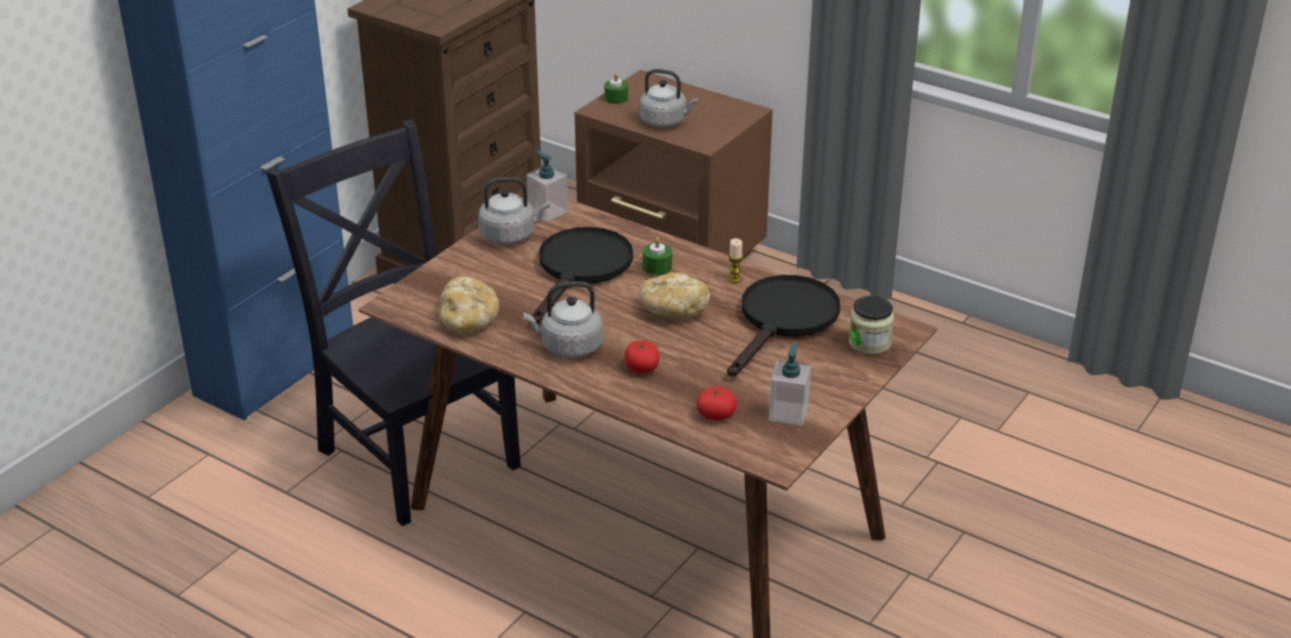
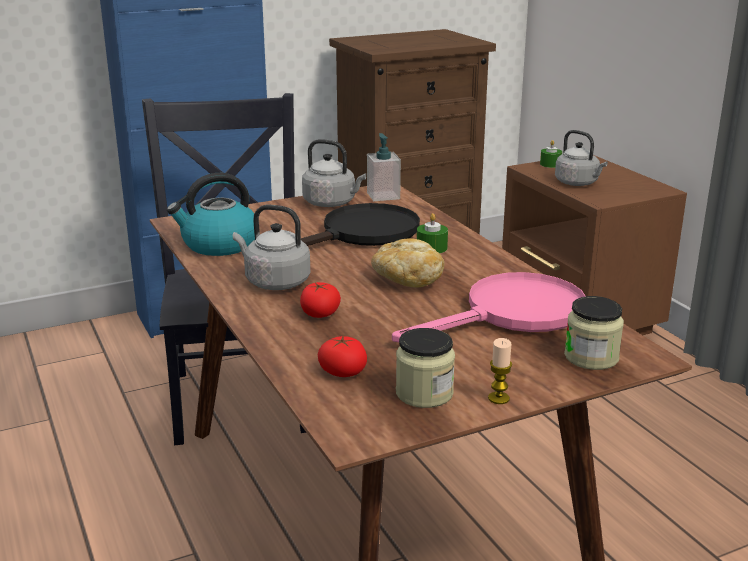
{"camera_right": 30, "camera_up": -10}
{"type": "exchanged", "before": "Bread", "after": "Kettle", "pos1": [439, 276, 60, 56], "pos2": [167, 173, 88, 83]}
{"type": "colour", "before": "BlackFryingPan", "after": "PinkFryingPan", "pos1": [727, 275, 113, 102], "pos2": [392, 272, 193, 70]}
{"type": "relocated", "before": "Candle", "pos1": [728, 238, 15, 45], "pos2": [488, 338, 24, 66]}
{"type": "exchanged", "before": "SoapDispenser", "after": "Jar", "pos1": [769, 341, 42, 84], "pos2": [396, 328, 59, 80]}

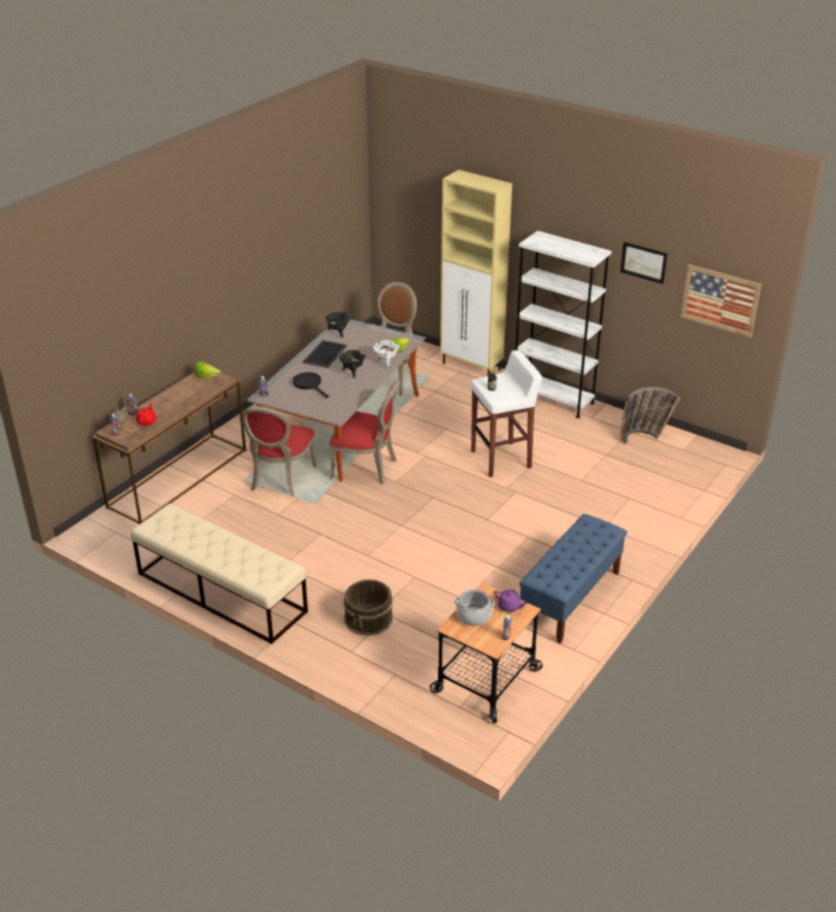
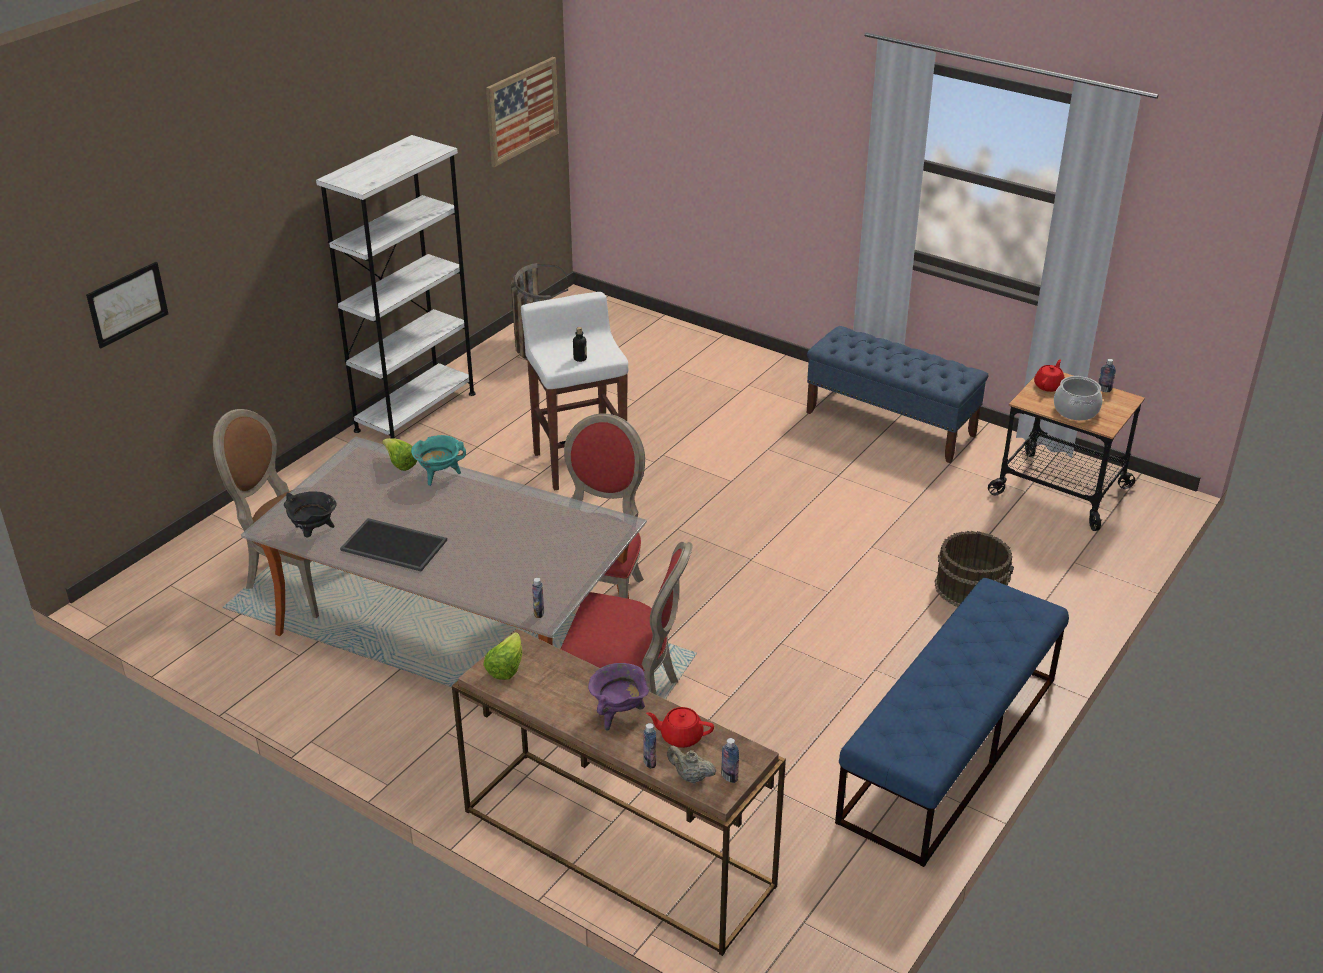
{"camera_right": -90, "camera_up": 0}
{"type": "colour", "before": "BeigeBench", "after": "BlueBench", "pos1": [131, 504, 177, 140], "pos2": [835, 578, 234, 289]}
{"type": "missing", "before": "BlackFryingPan", "pos1": [293, 372, 36, 26]}
{"type": "missing", "before": "BlackCookingPot", "pos1": [339, 350, 27, 28]}
{"type": "colour", "before": "WhiteCookingPot", "after": "TurquoiseCookingPot", "pos1": [373, 340, 27, 28], "pos2": [411, 435, 55, 51]}
{"type": "missing", "before": "BeigeCabinet", "pos1": [440, 170, 72, 206]}
{"type": "colour", "before": "PurpleTeapot", "after": "RedTeapot", "pos1": [494, 590, 34, 22], "pos2": [1034, 359, 31, 33]}
{"type": "relocated", "before": "Picture", "pos1": [620, 242, 47, 42], "pos2": [86, 262, 82, 86]}
{"type": "appeared", "after": "PurpleCookingPot", "pos2": [588, 663, 61, 68]}

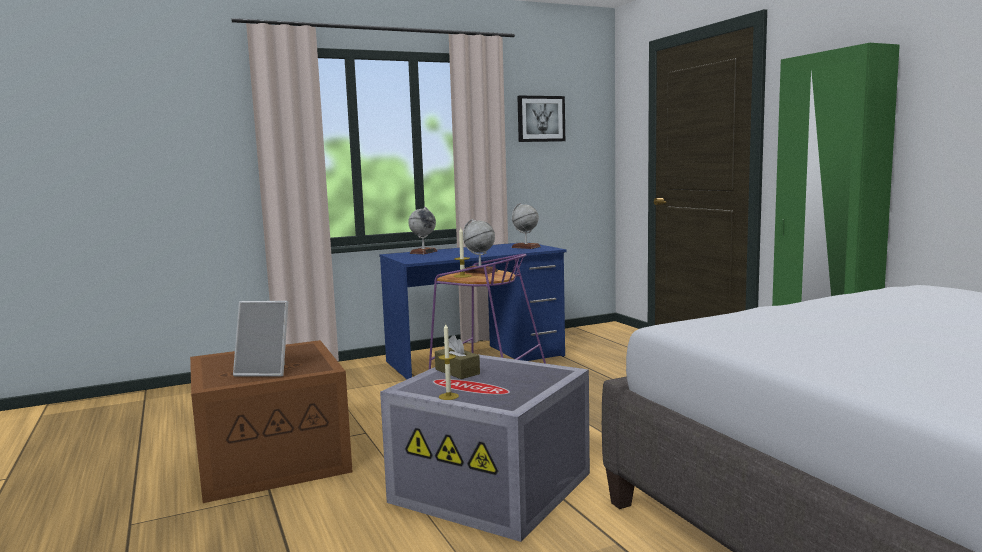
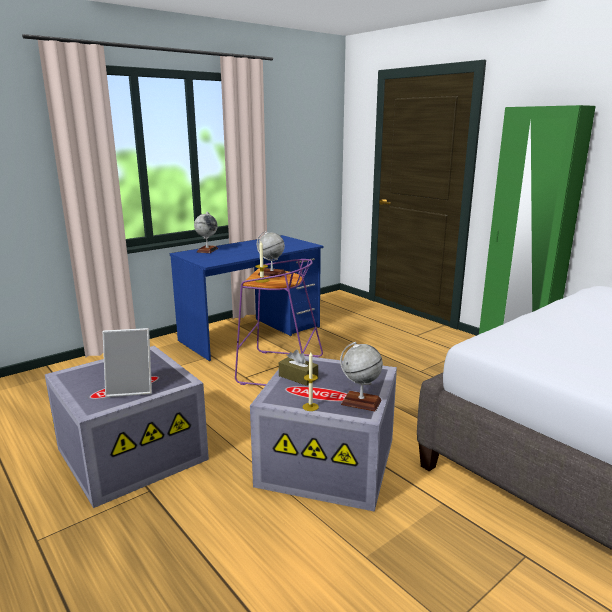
{"camera_right": -15, "camera_up": 10}
{"type": "colour", "before": "BrownStorageBox", "after": "GreyStorageBox", "pos1": [190, 340, 162, 163], "pos2": [45, 346, 164, 162]}
{"type": "relocated", "before": "Globe", "pos1": [511, 203, 30, 46], "pos2": [340, 342, 43, 69]}
{"type": "missing", "before": "Picture", "pos1": [517, 96, 48, 46]}

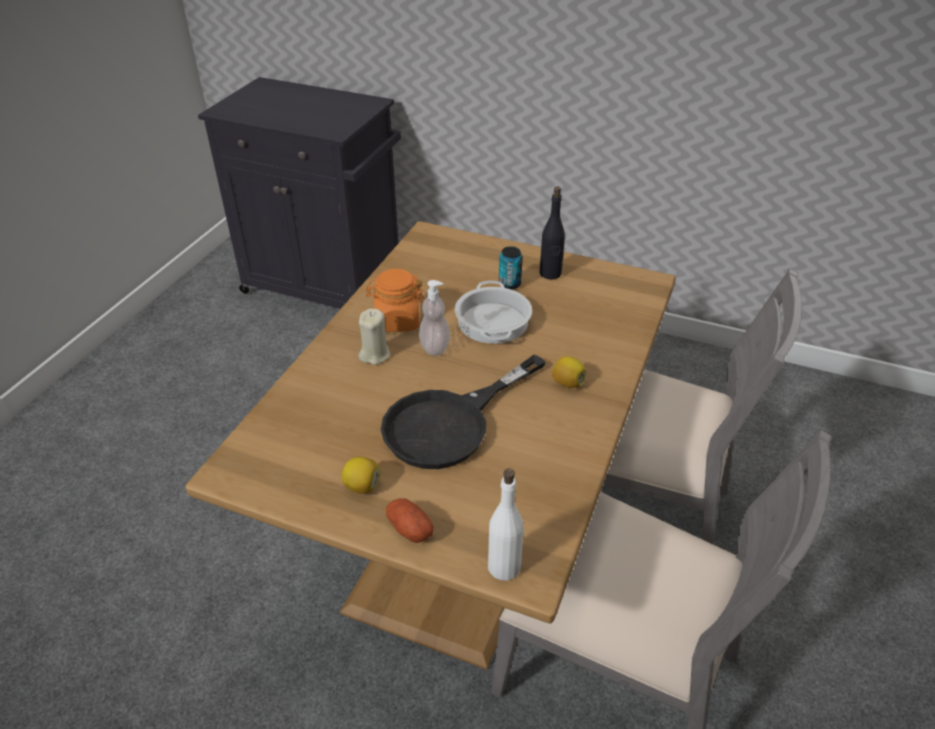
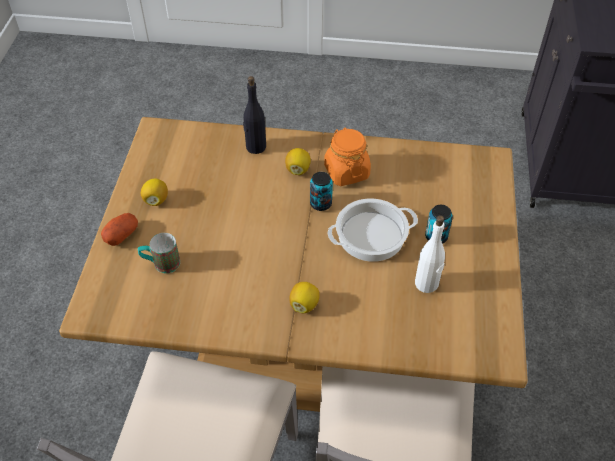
{"camera_right": 75, "camera_up": 10}
{"type": "exchanged", "before": "BeigeCandle", "after": "Lemon", "pos1": [358, 308, 33, 57], "pos2": [285, 148, 26, 27]}
{"type": "missing", "before": "BlackFryingPan", "pos1": [381, 354, 165, 115]}
{"type": "exchanged", "before": "SoapDispenser", "after": "Can", "pos1": [419, 280, 31, 76], "pos2": [310, 172, 23, 39]}
{"type": "relocated", "before": "WhiteBottle", "pos1": [488, 469, 36, 111], "pos2": [415, 215, 30, 78]}
{"type": "relocated", "before": "BlackBottle", "pos1": [540, 187, 25, 92], "pos2": [243, 76, 23, 78]}
{"type": "appeared", "after": "Mug", "pos2": [138, 233, 42, 40]}

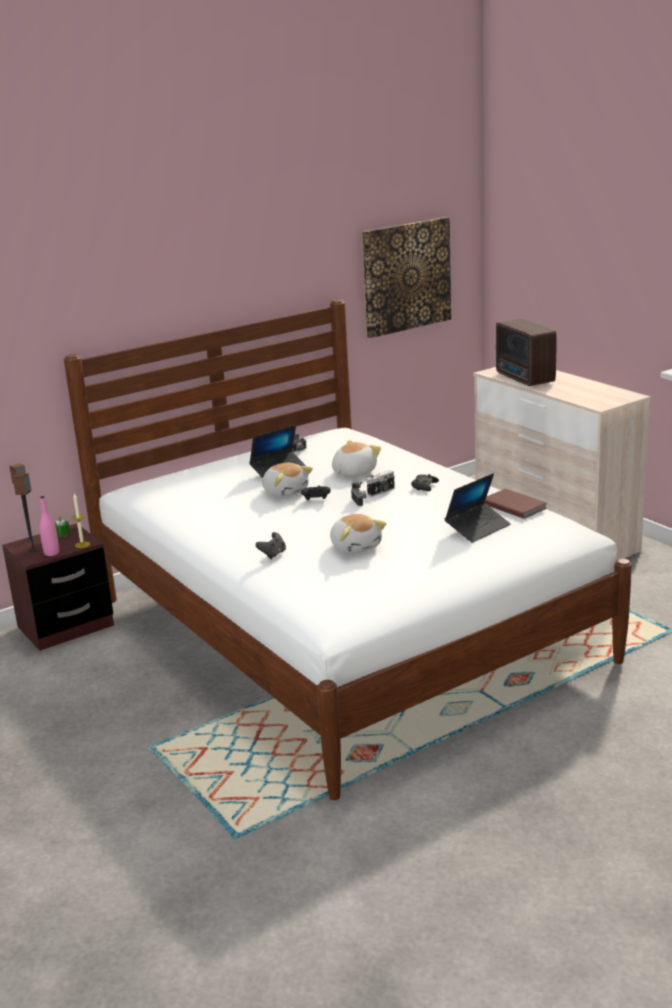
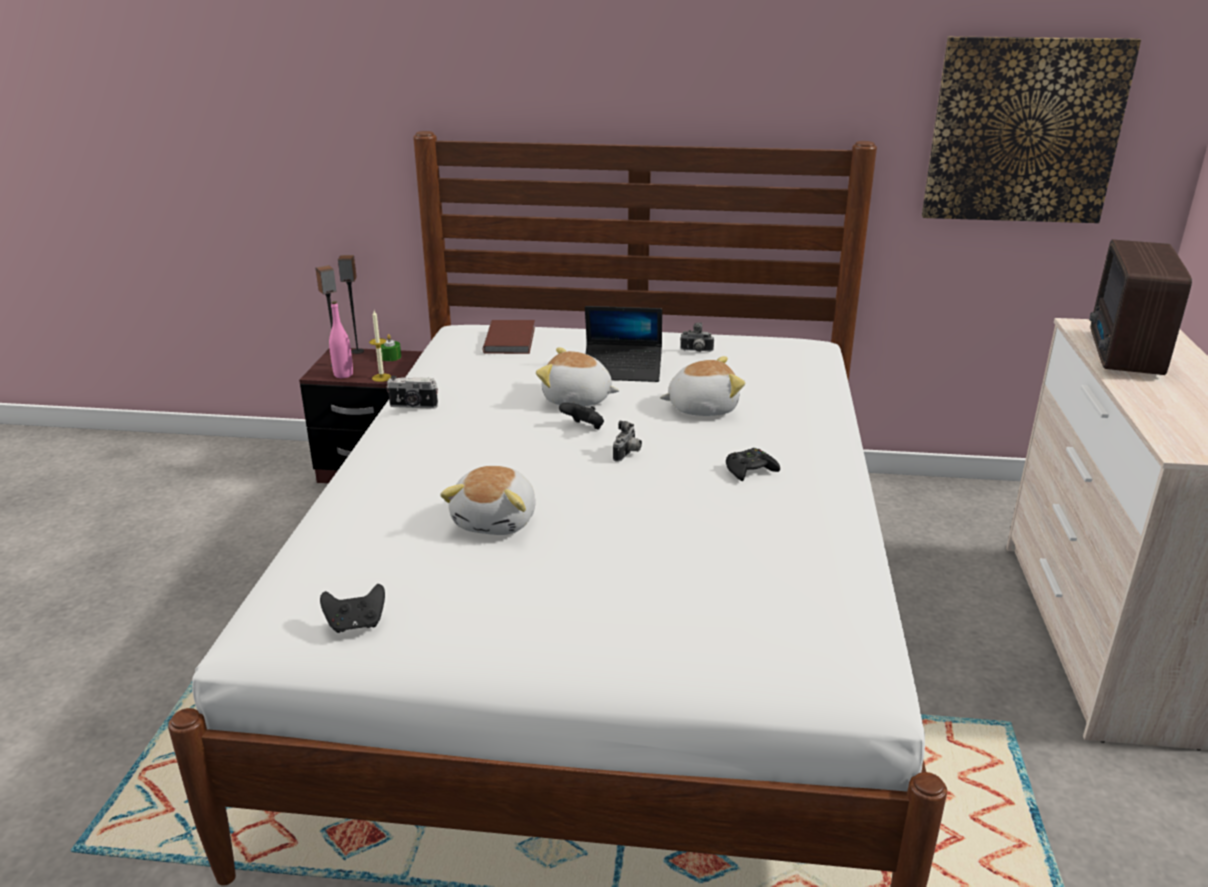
{"camera_right": 40, "camera_up": 5}
{"type": "relocated", "before": "BlackGameController", "pos1": [255, 532, 31, 27], "pos2": [320, 584, 65, 49]}
{"type": "spun", "before": "PlushToy", "pos1": [262, 463, 51, 34], "pos2": [536, 347, 84, 59], "turn": 105}
{"type": "relocated", "before": "PhotoCamera", "pos1": [367, 470, 28, 27], "pos2": [386, 376, 52, 33]}
{"type": "missing", "before": "Laptop", "pos1": [445, 473, 66, 70]}
{"type": "relocated", "before": "BrownBook", "pos1": [485, 489, 62, 30], "pos2": [483, 320, 52, 34]}

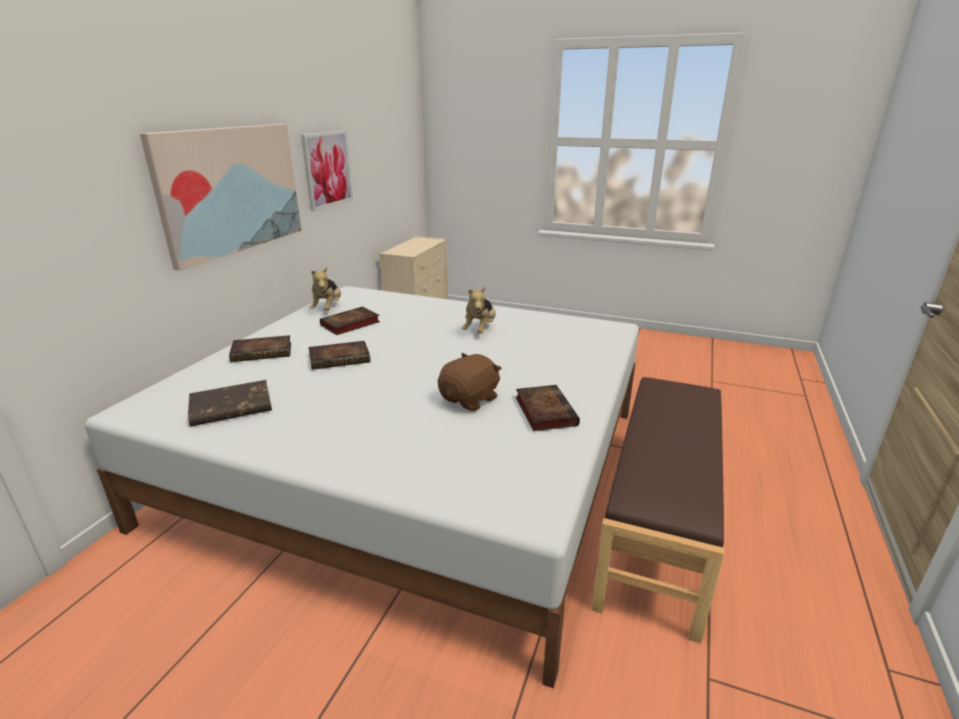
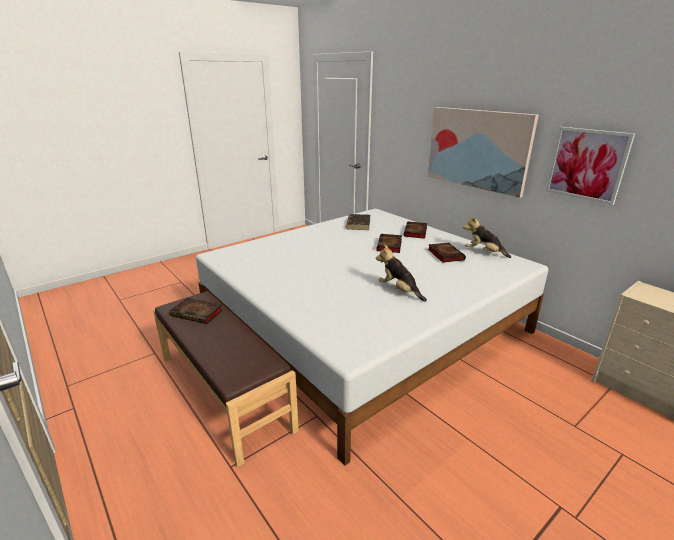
{"camera_right": 120, "camera_up": 0}
{"type": "missing", "before": "BrownPlushToy", "pos1": [438, 353, 64, 58]}
{"type": "relocated", "before": "Book", "pos1": [516, 385, 64, 46], "pos2": [169, 298, 54, 26]}

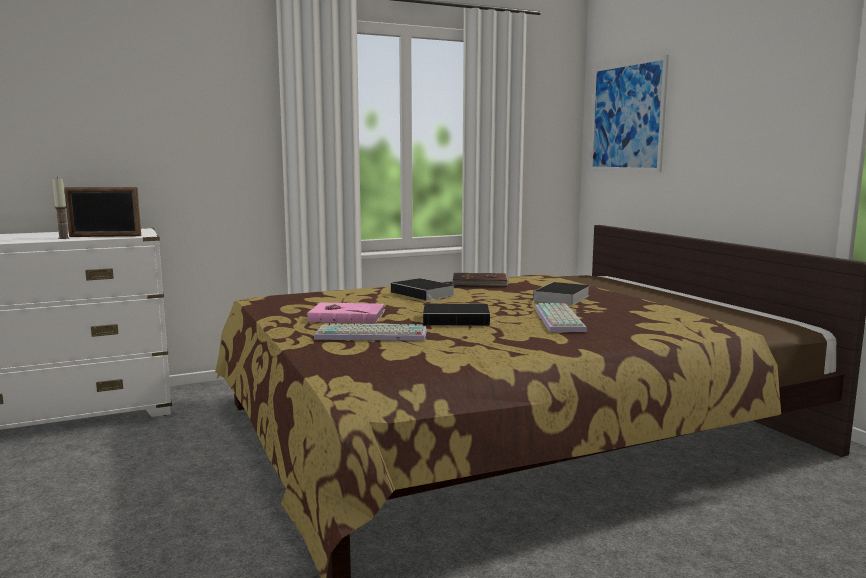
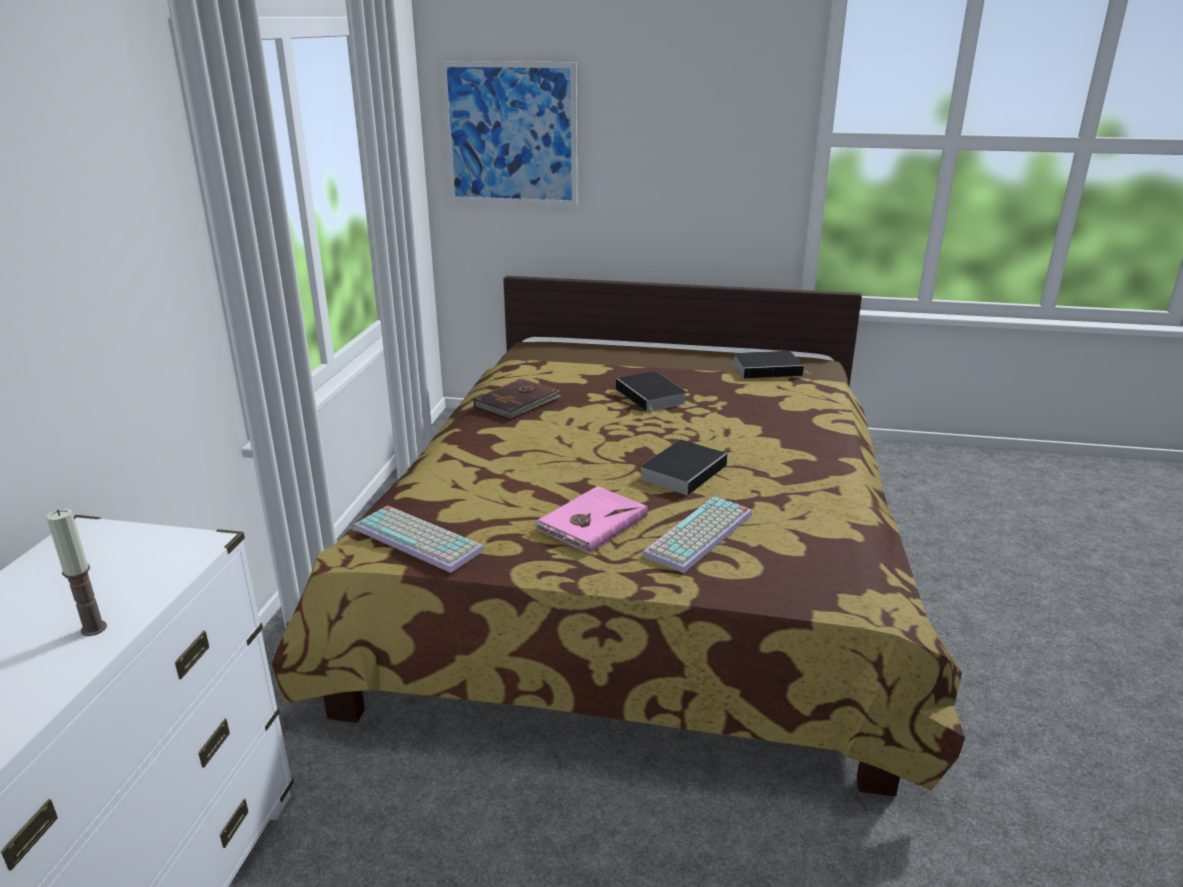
{"camera_right": -55, "camera_up": 15}
{"type": "missing", "before": "PictureFrame", "pos1": [64, 187, 77, 50]}
{"type": "relocated", "before": "Book", "pos1": [391, 278, 64, 24], "pos2": [733, 351, 80, 28]}
{"type": "relocated", "before": "Keyboard", "pos1": [535, 303, 52, 29], "pos2": [354, 506, 131, 67]}

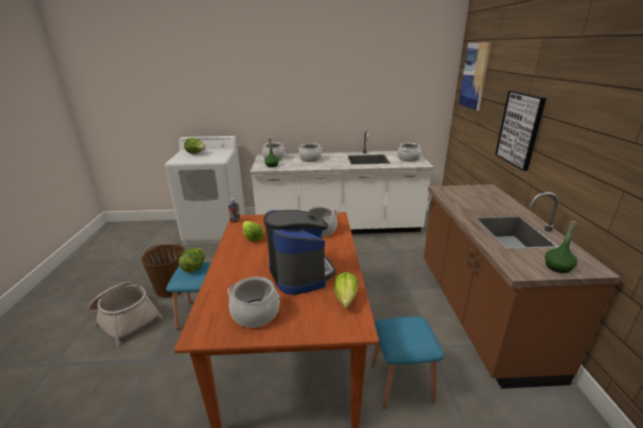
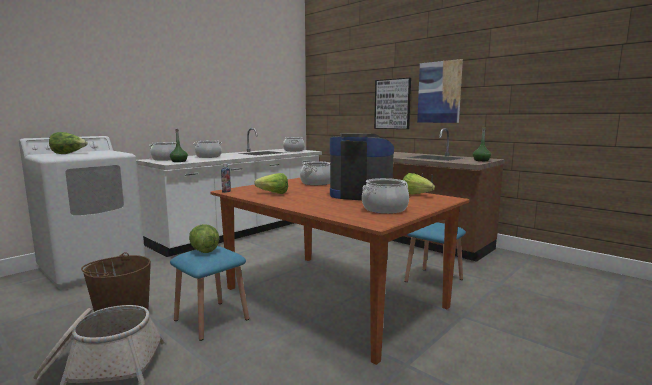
{"camera_right": -45, "camera_up": -15}
{"type": "relocated", "before": "Picture", "pos1": [459, 43, 32, 68], "pos2": [417, 59, 46, 64]}

